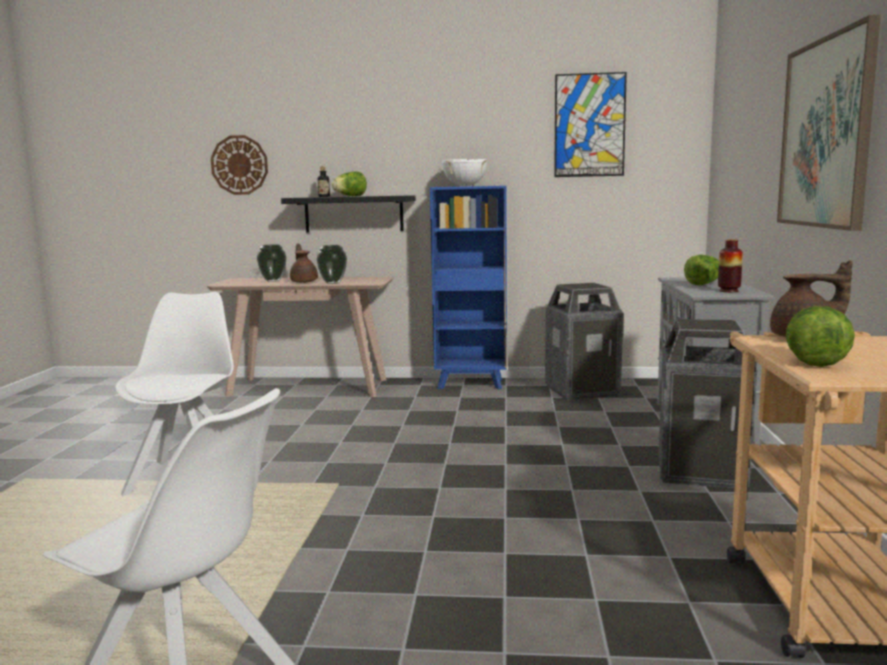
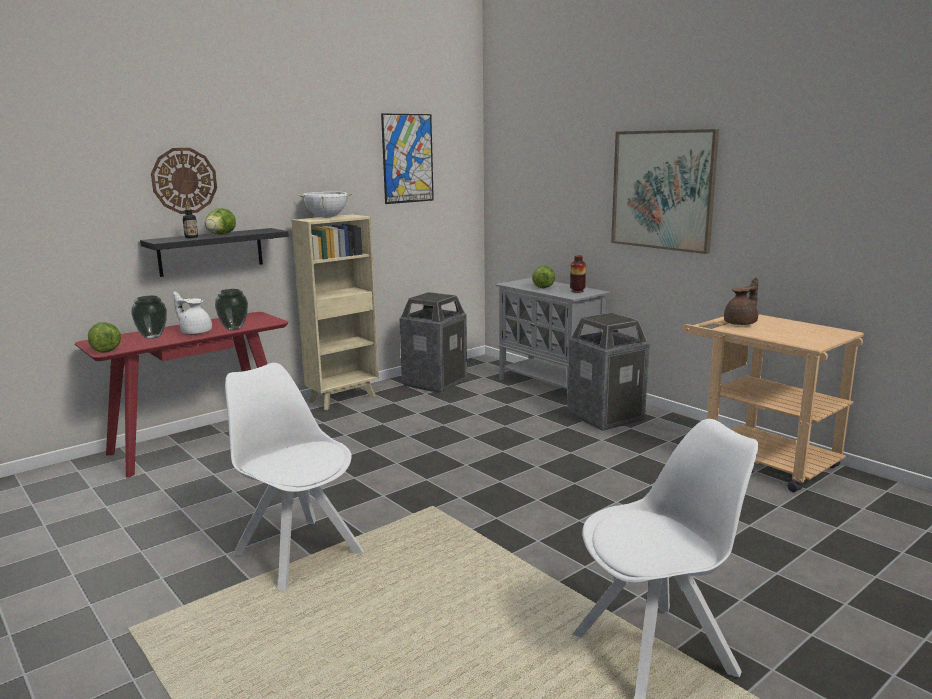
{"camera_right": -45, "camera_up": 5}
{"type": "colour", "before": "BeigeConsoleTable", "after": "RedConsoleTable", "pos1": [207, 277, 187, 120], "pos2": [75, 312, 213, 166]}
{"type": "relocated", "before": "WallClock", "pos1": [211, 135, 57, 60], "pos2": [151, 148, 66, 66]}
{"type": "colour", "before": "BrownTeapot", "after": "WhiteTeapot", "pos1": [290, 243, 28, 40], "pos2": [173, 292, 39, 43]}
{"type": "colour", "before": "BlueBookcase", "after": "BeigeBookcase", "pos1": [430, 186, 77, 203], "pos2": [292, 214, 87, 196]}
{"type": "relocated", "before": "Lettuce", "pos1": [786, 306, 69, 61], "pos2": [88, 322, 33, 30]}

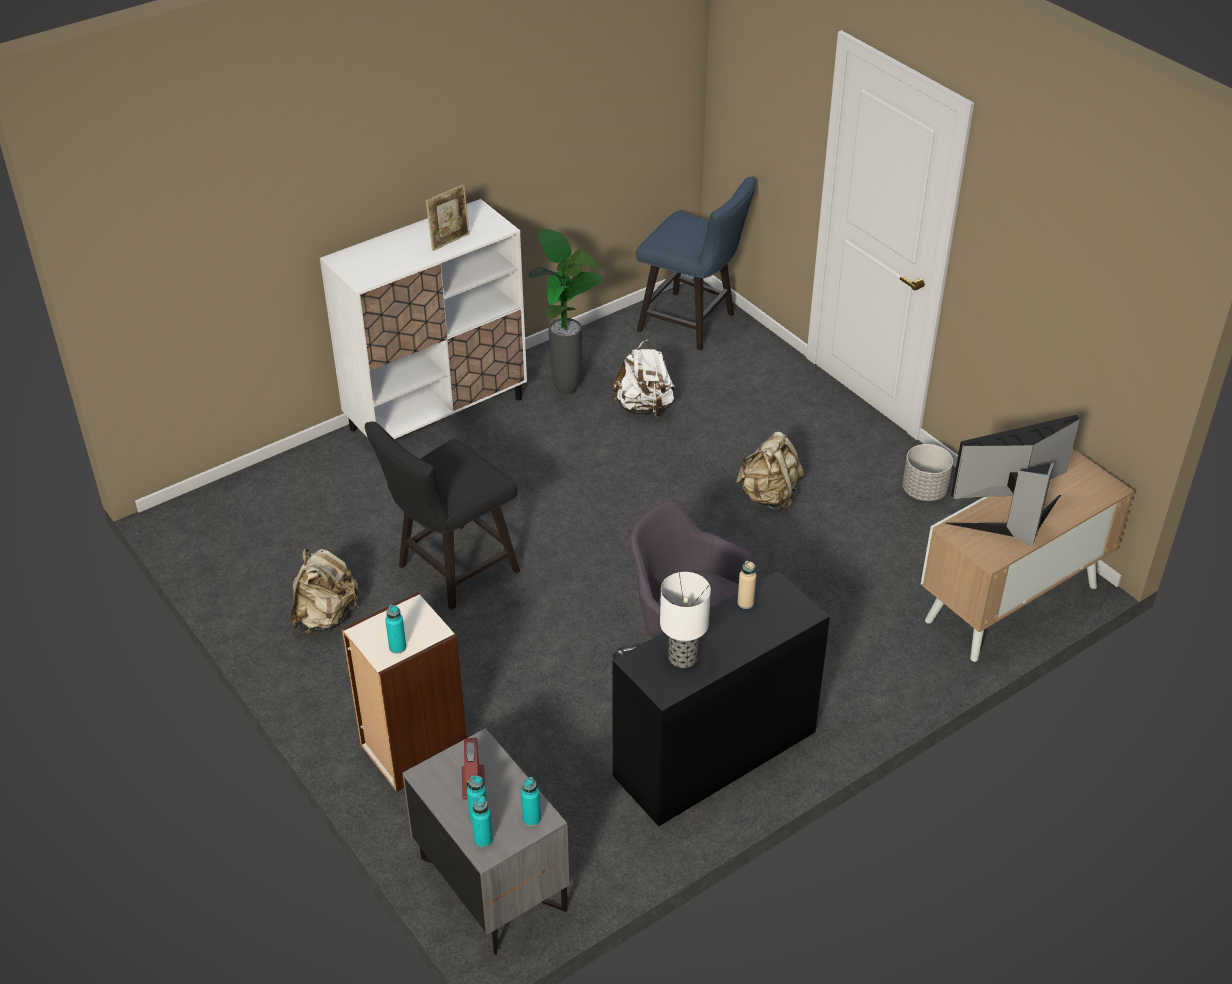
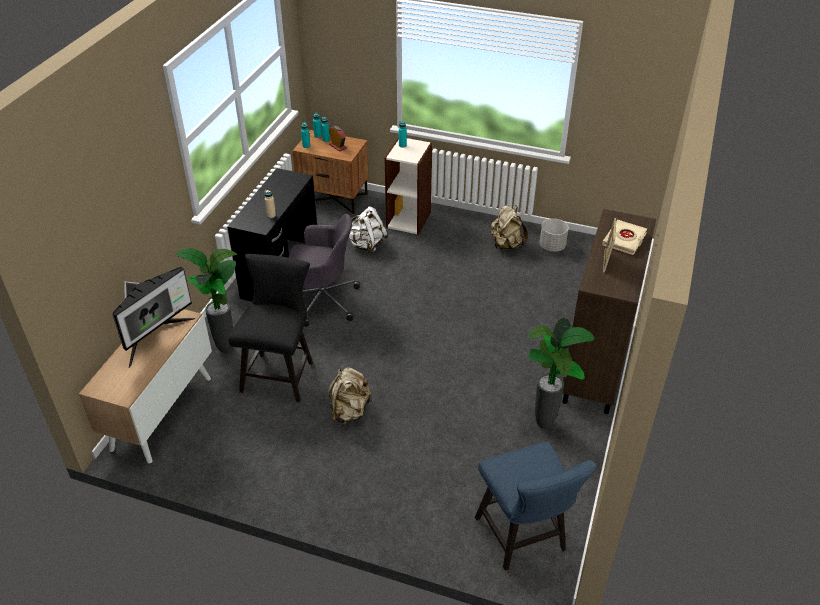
{"camera_right": 145, "camera_up": 0}
{"type": "colour", "before": "WhiteCabinet", "after": "BrownCabinet", "pos1": [320, 199, 207, 240], "pos2": [563, 209, 93, 205]}
{"type": "relocated", "before": "BlackChair", "pos1": [364, 421, 156, 189], "pos2": [228, 254, 85, 148]}
{"type": "colour", "before": "GreyNightstand", "after": "BrownNightstand", "pos1": [402, 728, 167, 227], "pos2": [293, 130, 76, 84]}
{"type": "relocated", "before": "WhiteBackpack", "pos1": [611, 340, 64, 77], "pos2": [349, 206, 39, 48]}
{"type": "spun", "before": "BlueChair", "pos1": [636, 177, 120, 173], "pos2": [475, 442, 122, 129], "turn": -105}
{"type": "missing", "before": "TableLamp", "pos1": [660, 572, 51, 96]}
{"type": "relocated", "before": "GreyPlanter", "pos1": [902, 444, 51, 57], "pos2": [539, 219, 30, 33]}
{"type": "appeared", "after": "PottedPlant", "pos2": [176, 248, 61, 105]}
{"type": "appeared", "after": "BeigeBook", "pos2": [602, 220, 45, 35]}

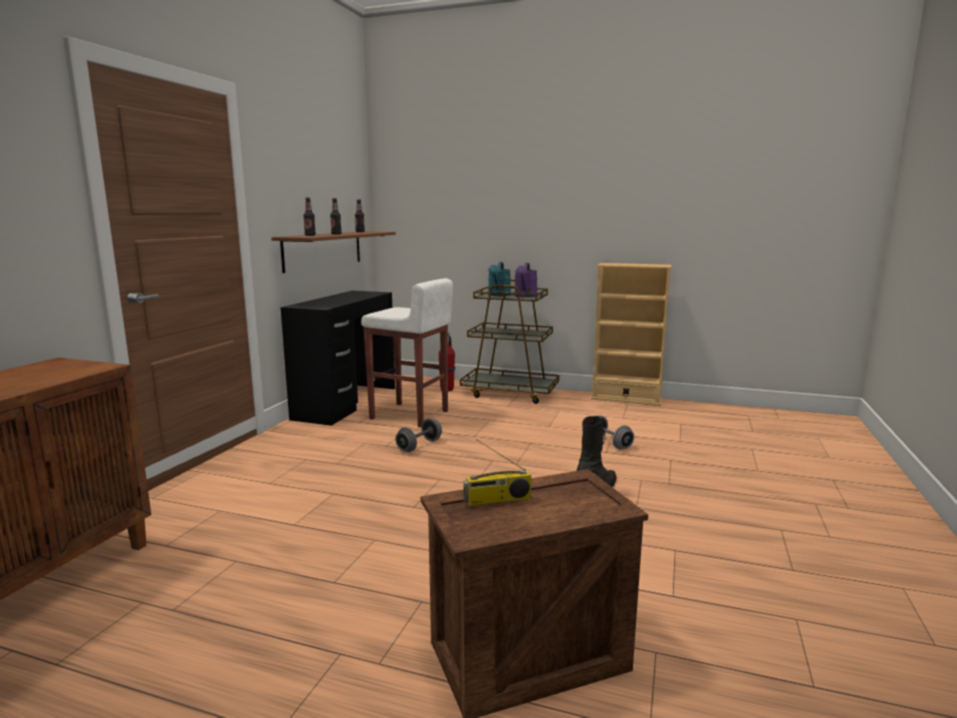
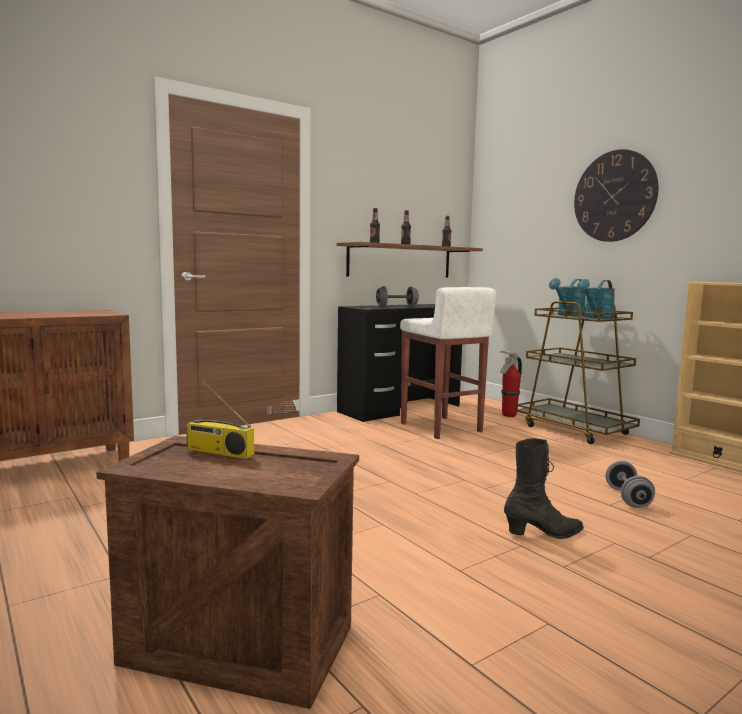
{"camera_right": 35, "camera_up": -5}
{"type": "relocated", "before": "GreyDumbbell", "pos1": [395, 418, 47, 34], "pos2": [376, 286, 43, 21]}
{"type": "colour", "before": "PurpleWateringCan", "after": "TurquoiseWateringCan", "pos1": [514, 263, 24, 35], "pos2": [577, 279, 38, 40]}
{"type": "appeared", "after": "WallClock", "pos2": [574, 149, 84, 93]}

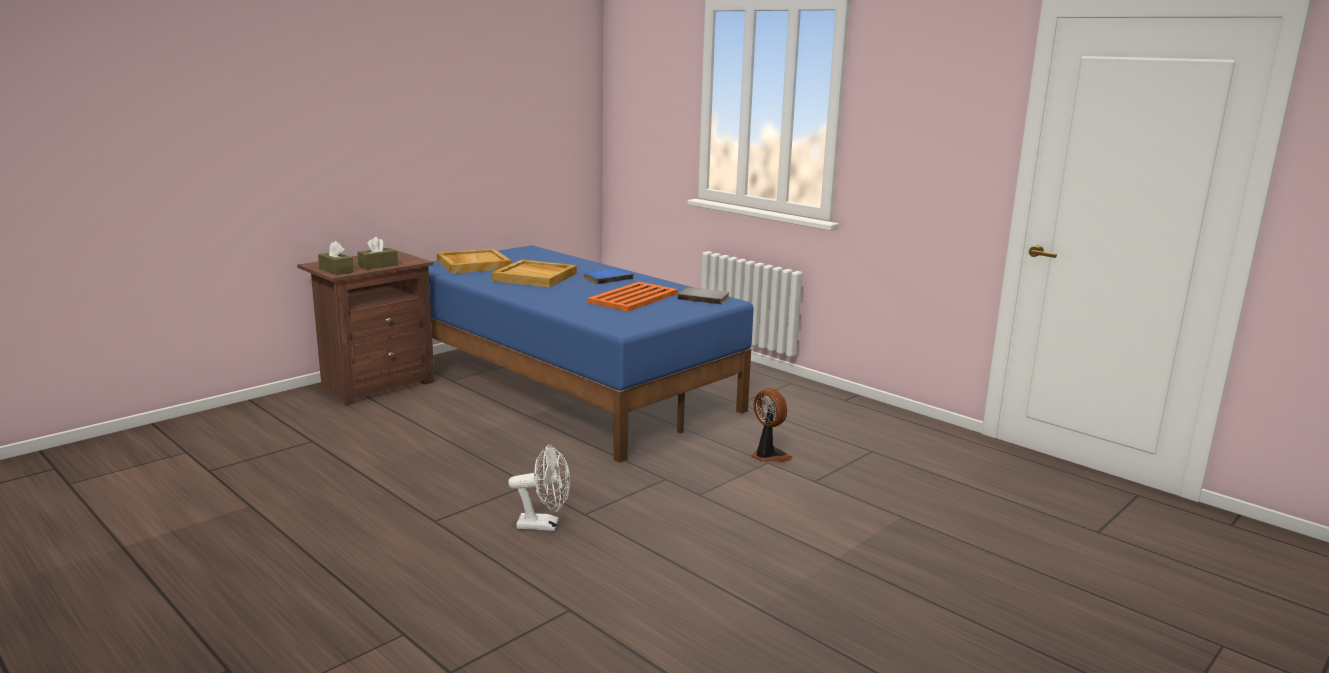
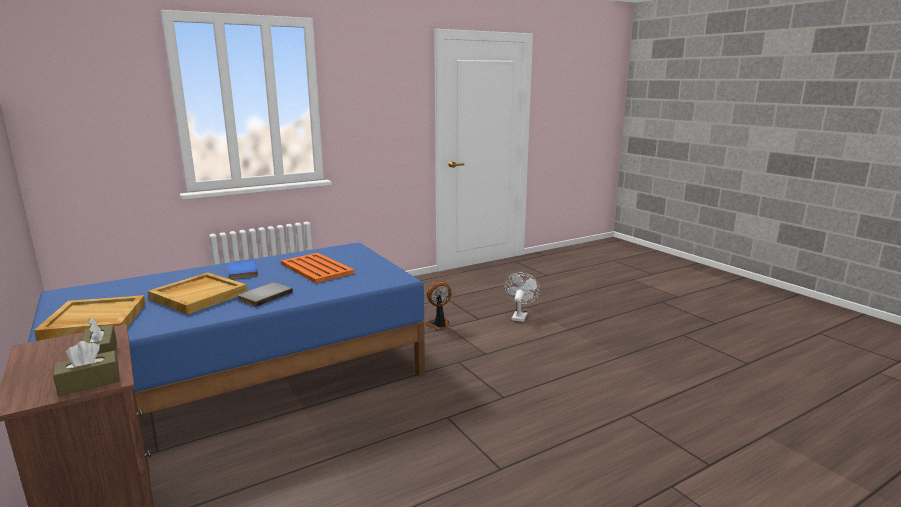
{"camera_right": -75, "camera_up": 0}
{"type": "relocated", "before": "WhiteFan", "pos1": [508, 444, 62, 87], "pos2": [505, 273, 35, 49]}
{"type": "relocated", "before": "GreyBook", "pos1": [677, 287, 53, 17], "pos2": [237, 282, 56, 25]}

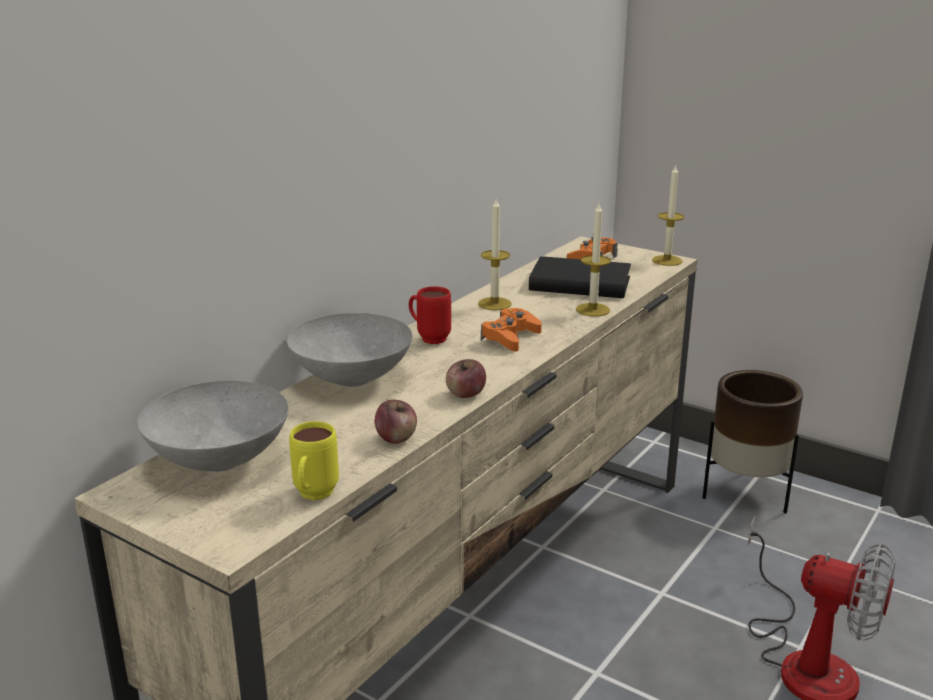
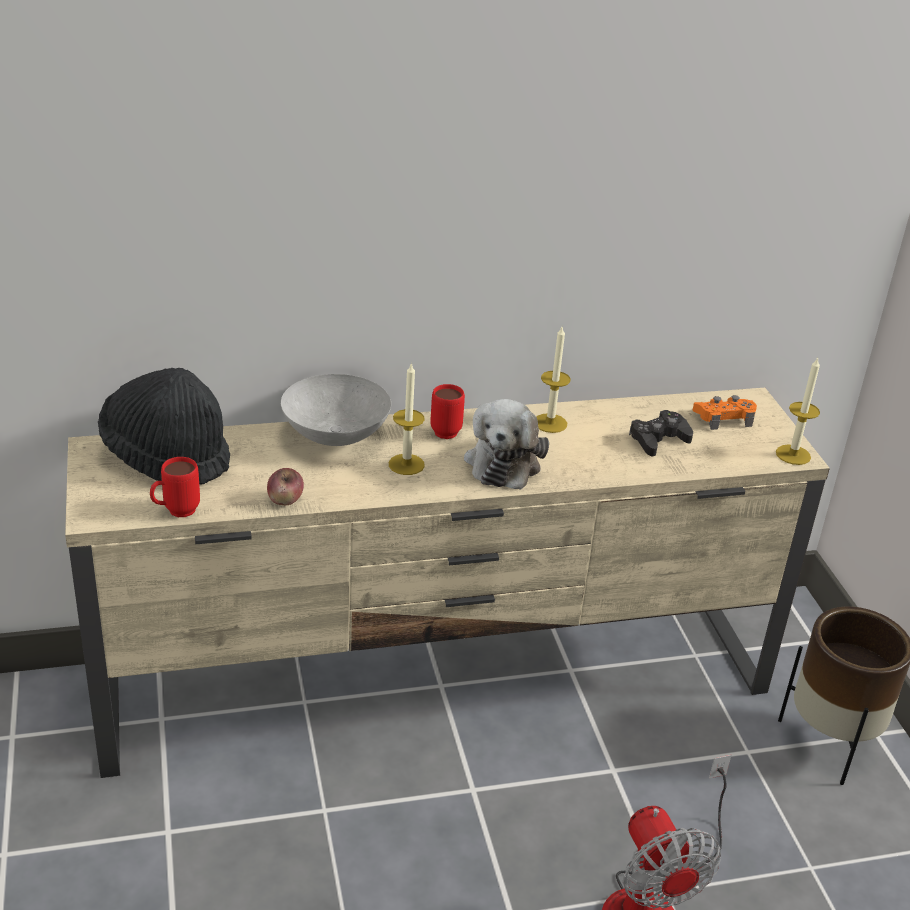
{"camera_right": 40, "camera_up": 10}
{"type": "exchanged", "before": "GreyBowl", "after": "BlackHat", "pos1": [137, 381, 151, 91], "pos2": [98, 368, 132, 117]}
{"type": "colour", "before": "YellowMug", "after": "RedMug", "pos1": [289, 421, 50, 79], "pos2": [150, 457, 50, 60]}
{"type": "missing", "before": "Apple", "pos1": [446, 359, 40, 39]}
{"type": "exchanged", "before": "OrangeGameController", "after": "PlushToy", "pos1": [481, 308, 61, 44], "pos2": [464, 399, 85, 91]}
{"type": "exchanged", "before": "BlackBook", "after": "BlackGameController", "pos1": [529, 256, 102, 42], "pos2": [629, 410, 64, 47]}
{"type": "relocated", "before": "Candle", "pos1": [576, 203, 35, 113], "pos2": [389, 362, 36, 113]}

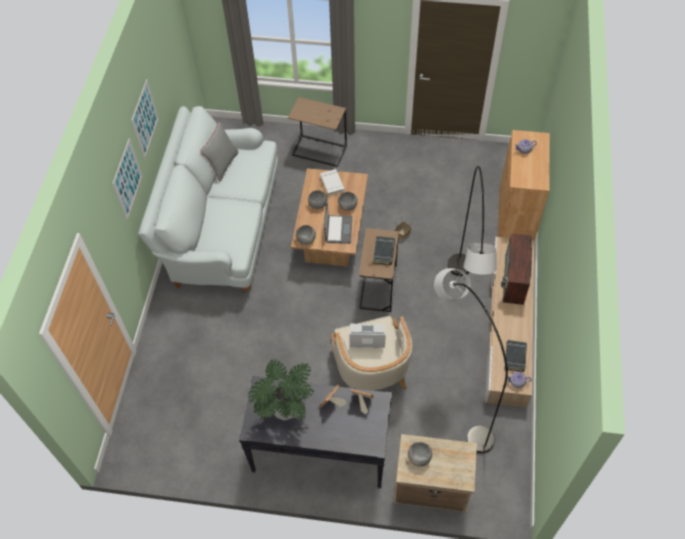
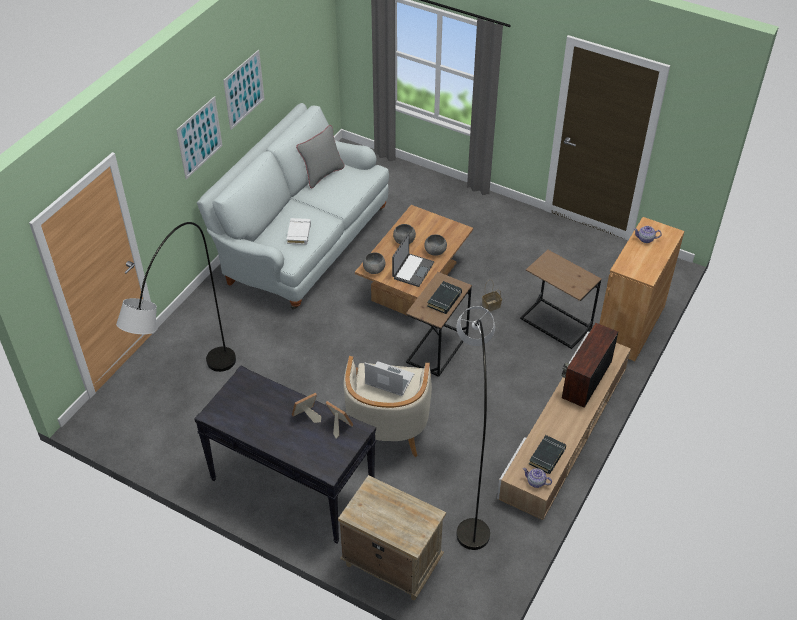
{"camera_right": 20, "camera_up": -10}
{"type": "missing", "before": "PottedPlant", "pos1": [248, 359, 66, 62]}
{"type": "relocated", "before": "BrownSideTable", "pos1": [288, 97, 59, 70], "pos2": [520, 250, 82, 99]}
{"type": "relocated", "before": "WhiteBook", "pos1": [320, 169, 25, 27], "pos2": [286, 218, 25, 27]}
{"type": "missing", "before": "GreyBowl", "pos1": [408, 442, 24, 24]}
{"type": "relocated", "before": "GreyFloorLamp", "pos1": [448, 166, 49, 110], "pos2": [116, 222, 120, 150]}

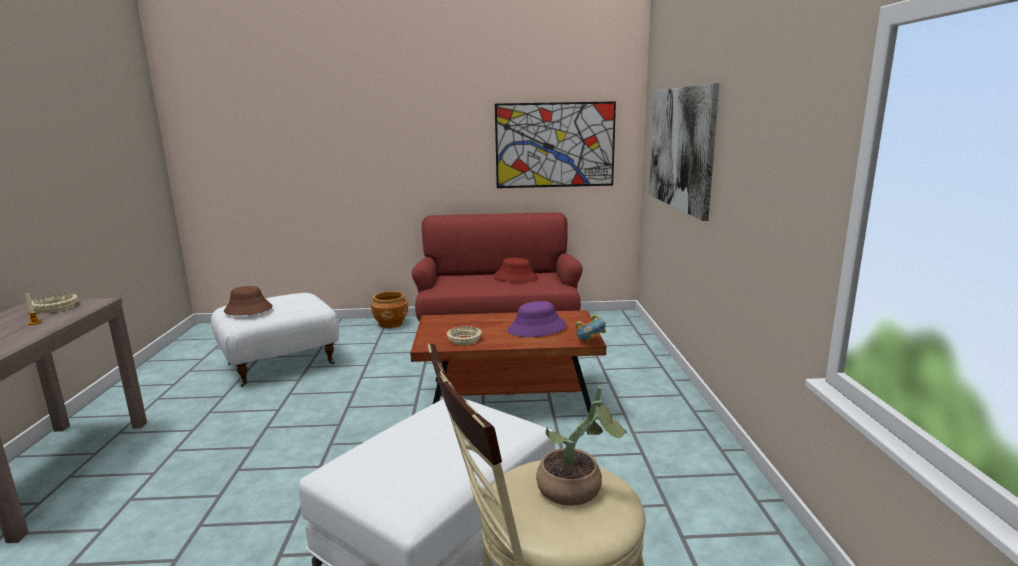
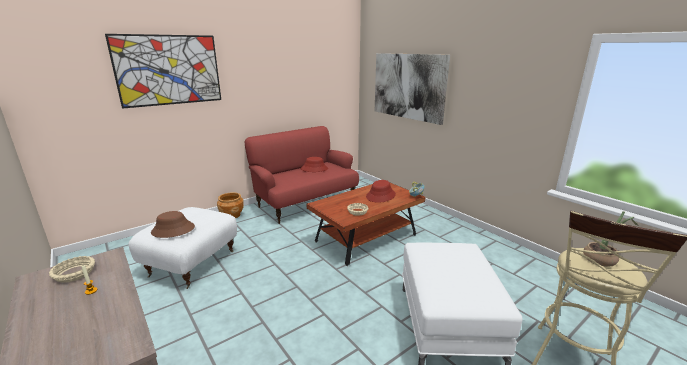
{"camera_right": -35, "camera_up": 5}
{"type": "relocated", "before": "Picture", "pos1": [495, 101, 121, 87], "pos2": [105, 34, 116, 75]}
{"type": "colour", "before": "PurpleHat", "after": "RedHat", "pos1": [508, 301, 59, 36], "pos2": [366, 180, 30, 23]}

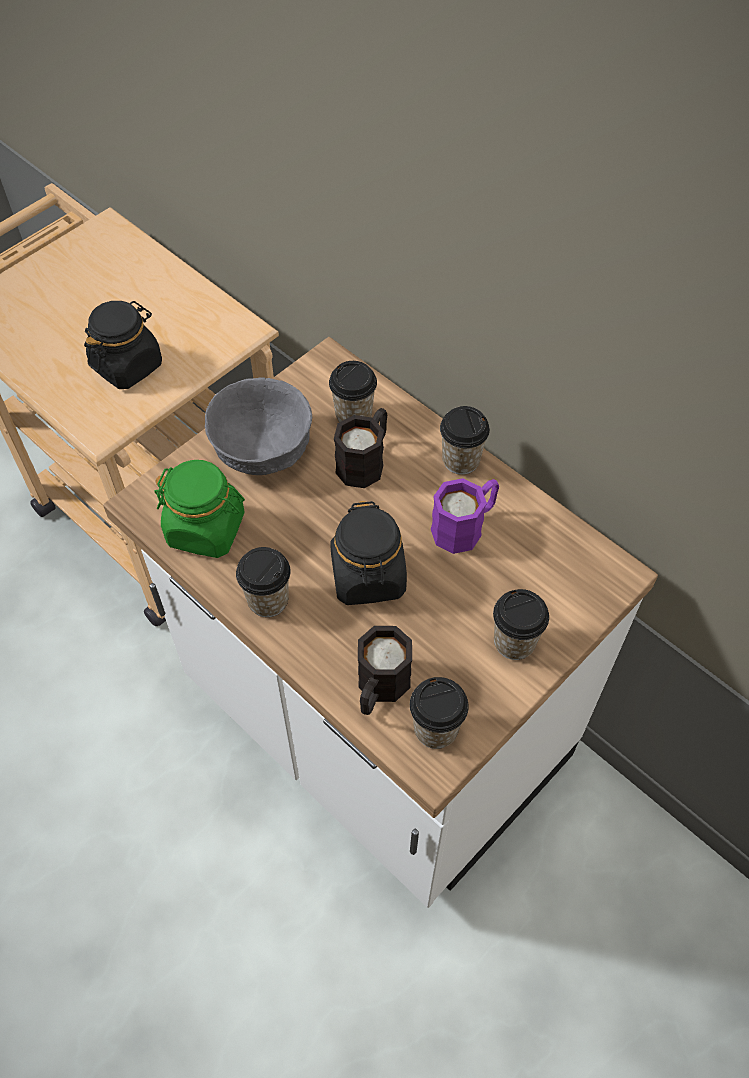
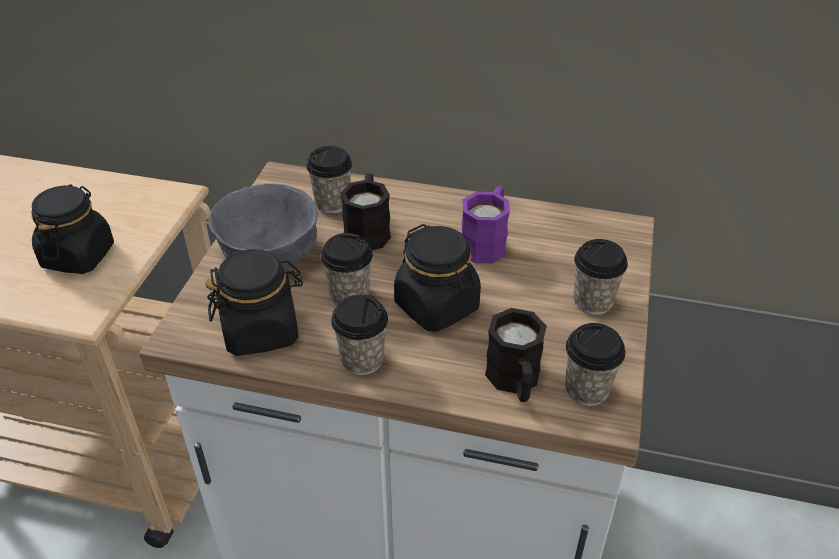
{"camera_right": -30, "camera_up": -15}
{"type": "colour", "before": "GreenJar", "after": "BlackJar", "pos1": [154, 460, 91, 98], "pos2": [205, 249, 98, 107]}
{"type": "relocated", "before": "Cup", "pos1": [440, 406, 50, 69], "pos2": [320, 233, 53, 72]}

